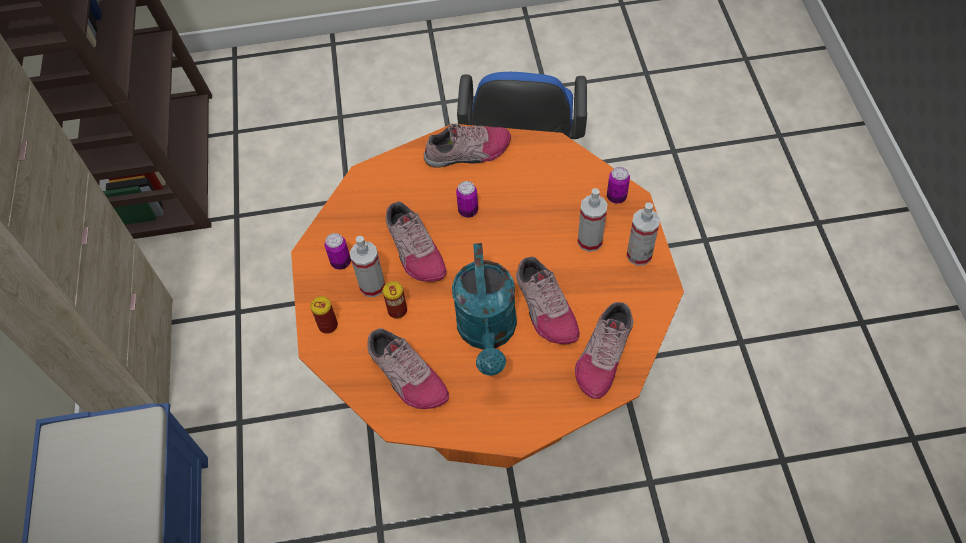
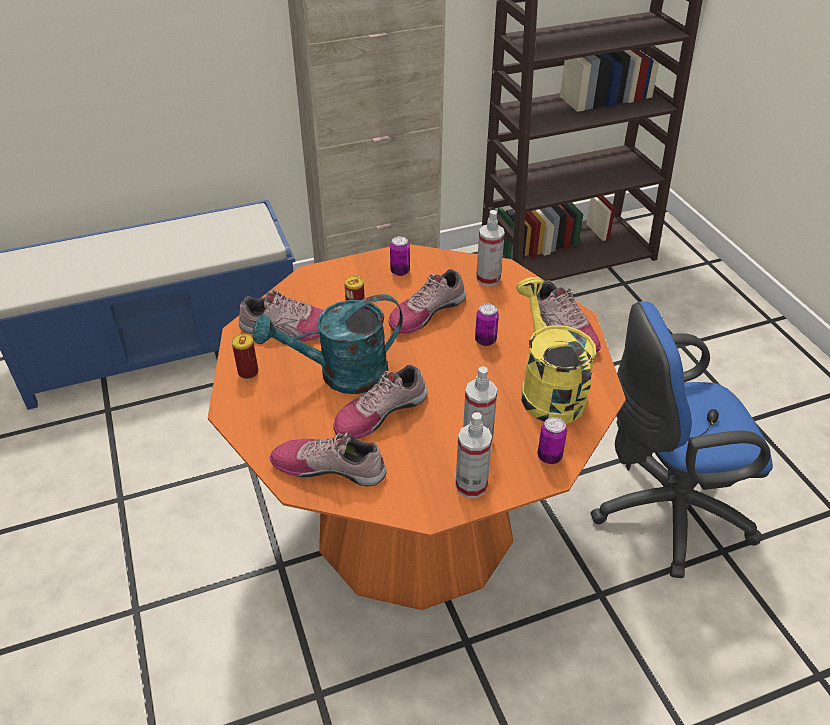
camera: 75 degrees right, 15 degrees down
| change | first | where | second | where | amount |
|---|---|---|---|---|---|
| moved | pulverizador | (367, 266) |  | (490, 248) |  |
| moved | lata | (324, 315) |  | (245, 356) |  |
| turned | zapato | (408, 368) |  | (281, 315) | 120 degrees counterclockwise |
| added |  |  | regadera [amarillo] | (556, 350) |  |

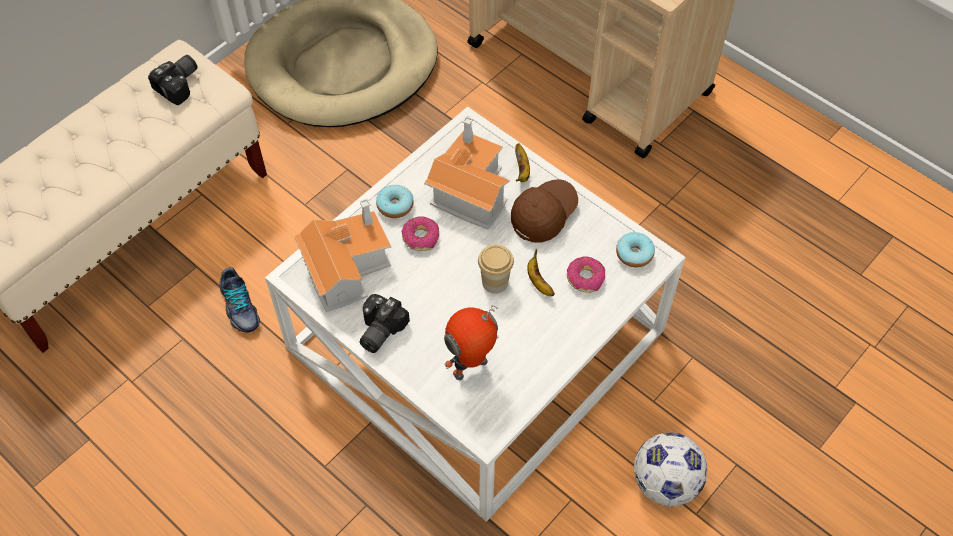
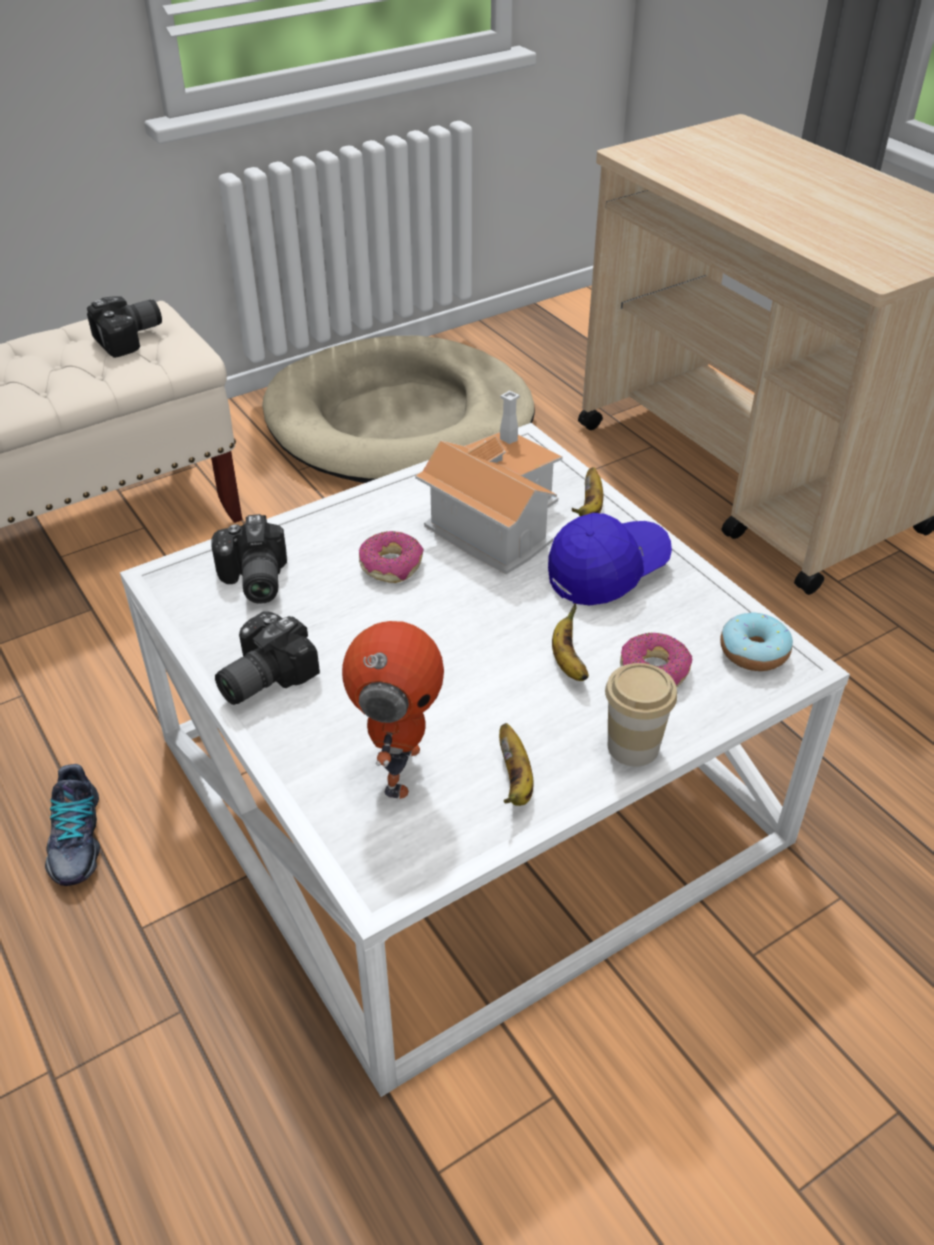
camera: 15 degrees right, 15 degrees down
| change | first | where | second | where | amount |
|---|---|---|---|---|---|
| recoloured | gorra [marrón] | (544, 211) | gorra [azul] | (610, 559) |  |
| removed | rosquilla | (394, 201) |  |  |  |
| replaced | casita | (342, 255) | cámara | (249, 559) |  |
| moved | taza | (496, 269) |  | (641, 715) |  |
| moved | zapato | (239, 300) |  | (72, 825) |  |
| turned | robot de juguete | (471, 342) |  | (393, 710) | 120 degrees clockwise |
| removed | balón de fútbol | (670, 469) |  |  |  |
| added |  |  | plátano | (516, 764) |  |

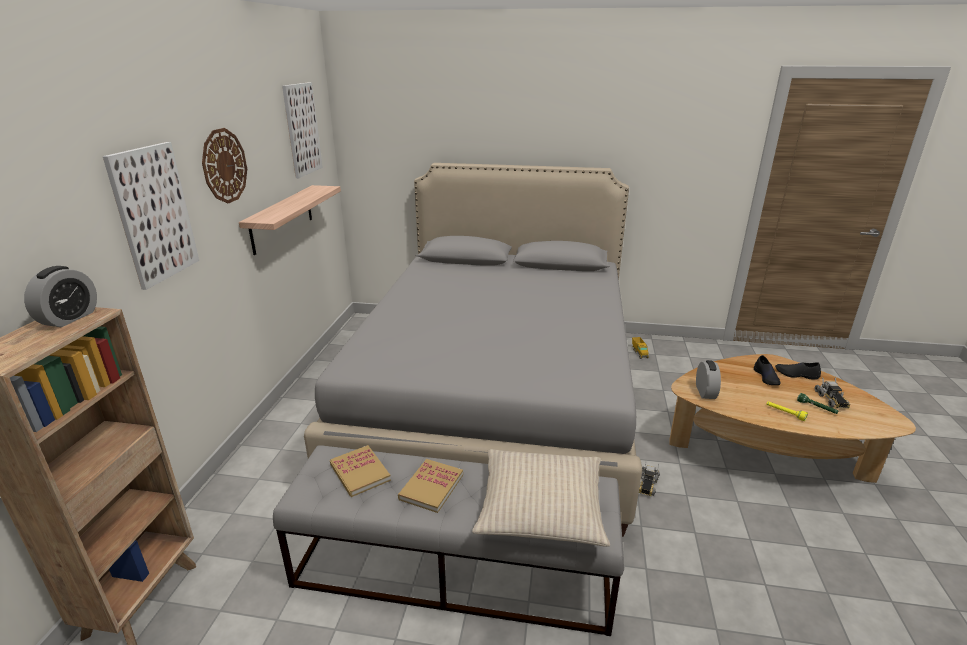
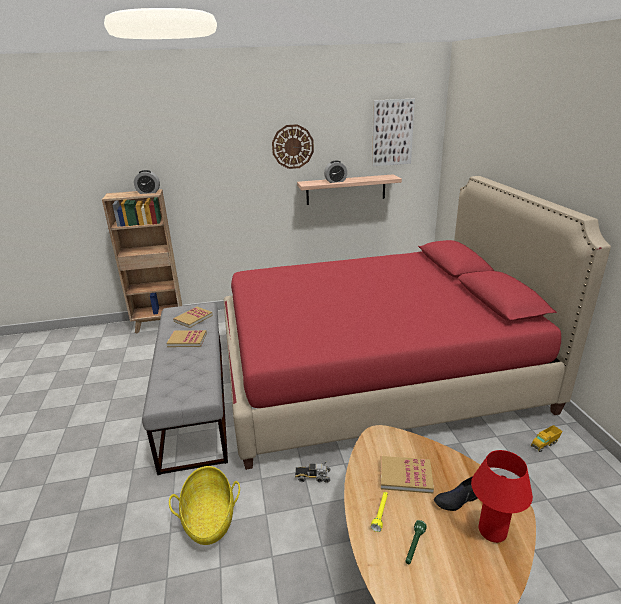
camera: 70 degrees right, 0 degrees up
| change | first | where | second | where | amount |
|---|---|---|---|---|---|
| removed | cuadro | (151, 216) |  |  |  |
| recoloured | cama [gris] | (473, 350) | cama [rojo] | (417, 323) |  |
| moved | despertador | (708, 379) |  | (335, 171) |  |
| replaced | zapato [negro] | (798, 371) | lámpara de mesa [rojo] | (502, 496) |  |
| removed | camión de juguete | (832, 393) |  |  |  |
| removed | cojín [beis] | (541, 498) |  |  |  |
| added |  |  | libro | (407, 474) |  |
| added |  |  | cesta | (204, 505) |  |

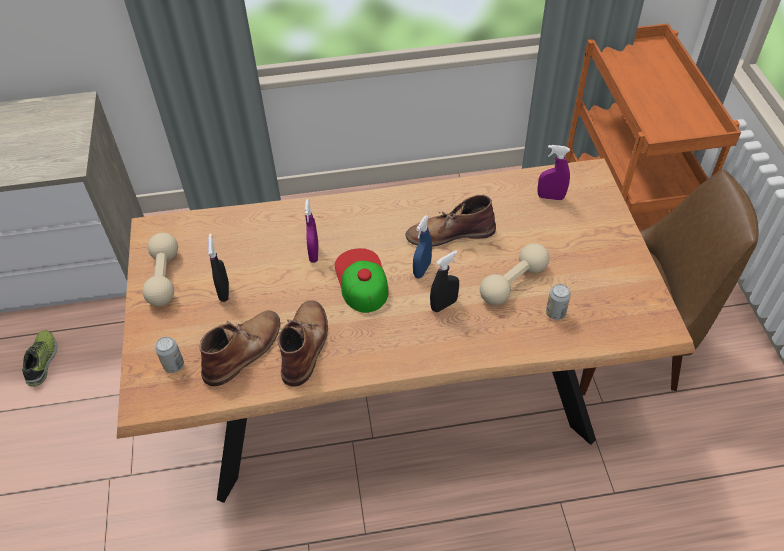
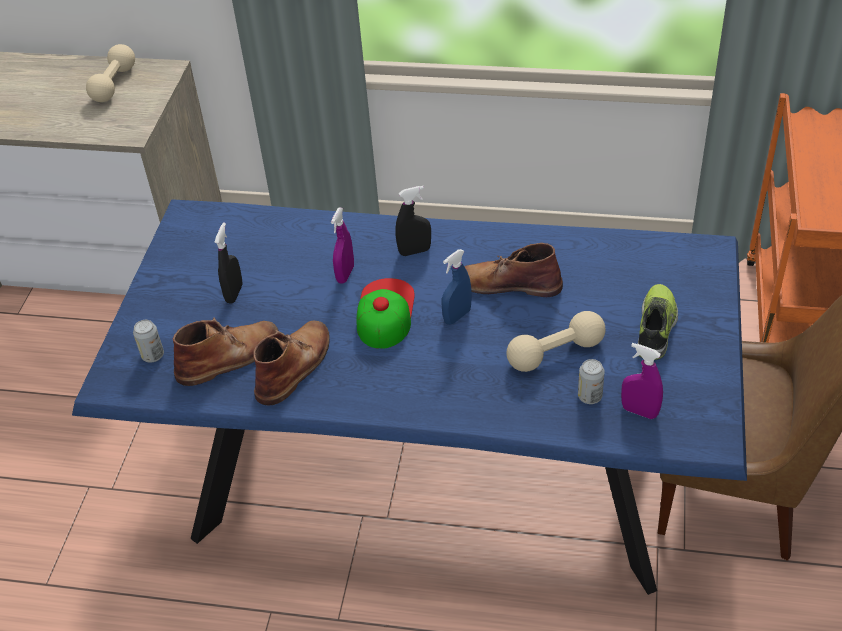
camera: 20 degrees right, 5 degrees down
| change | first | where | second | where | amount |
|---|---|---|---|---|---|
| moved | pulverizador [morado] | (554, 172) |  | (642, 381) |  |
| recoloured | mesa de comedor [marrón] | (406, 330) | mesa de comedor [azul] | (409, 397) |  |
| moved | mancuerna [beis] | (160, 269) |  | (110, 73) |  |
| moved | pulverizador [negro] | (444, 281) |  | (413, 221) |  |
| moved | zapato | (40, 358) |  | (658, 322) |  |

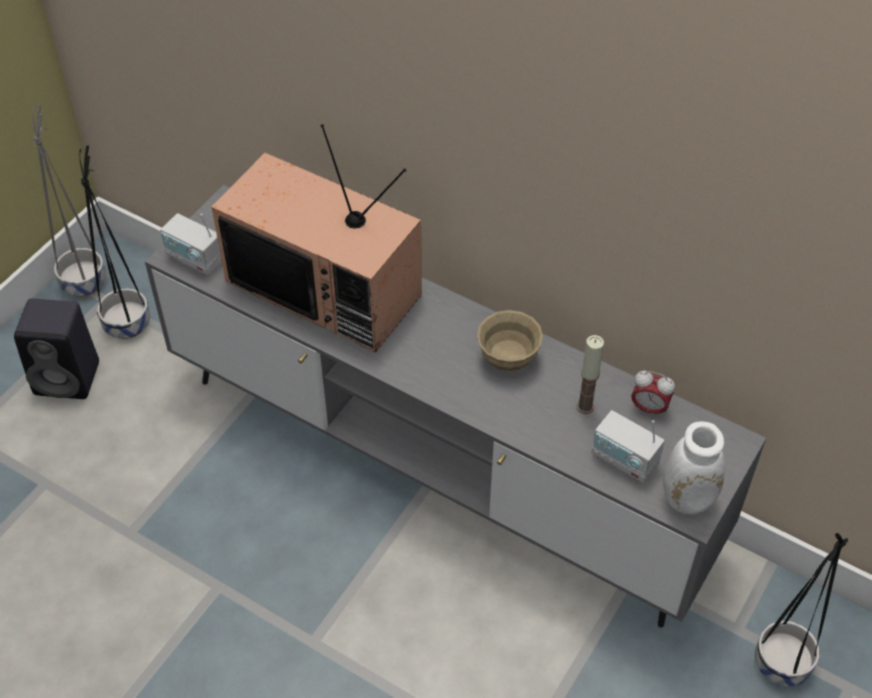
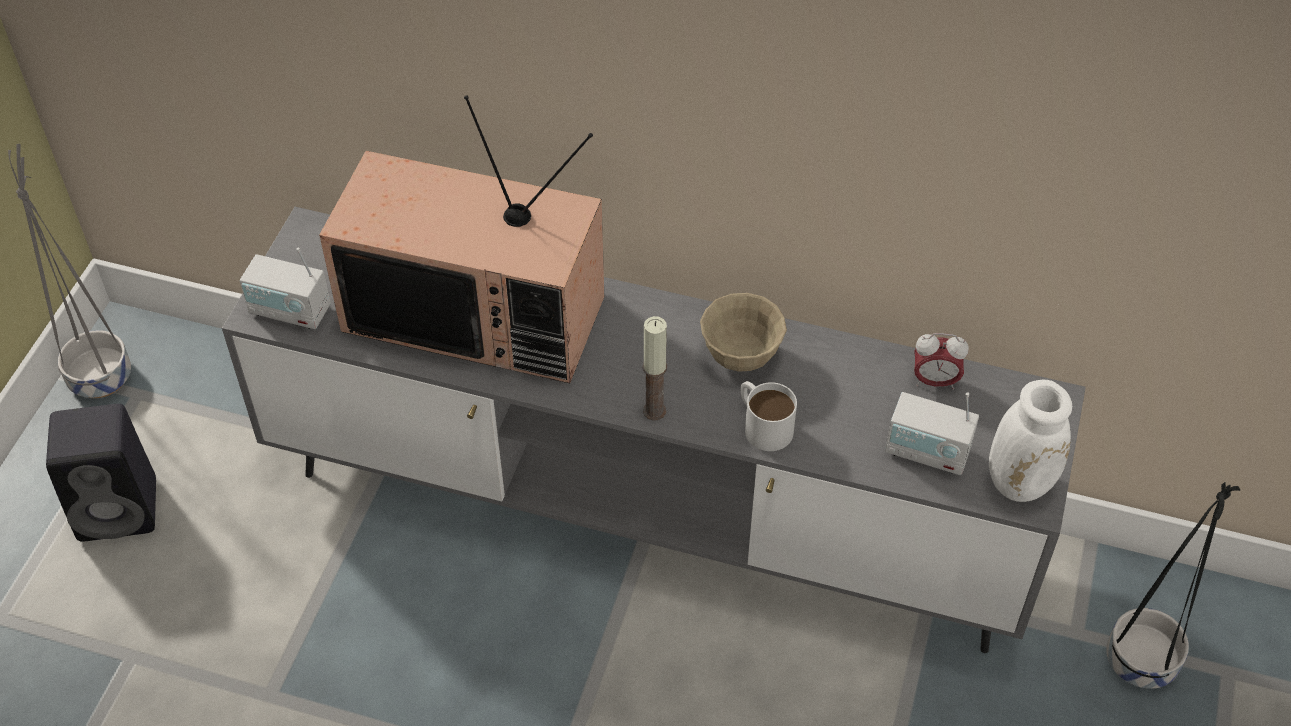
camera: 15 degrees left, 0 degrees up
| change | first | where | second | where | amount |
|---|---|---|---|---|---|
| removed | maceta [negro] | (114, 242) |  |  |  |
| moved | vela | (590, 374) |  | (654, 368) |  |
| added |  |  | taza grande [blanco] | (768, 416) |  |

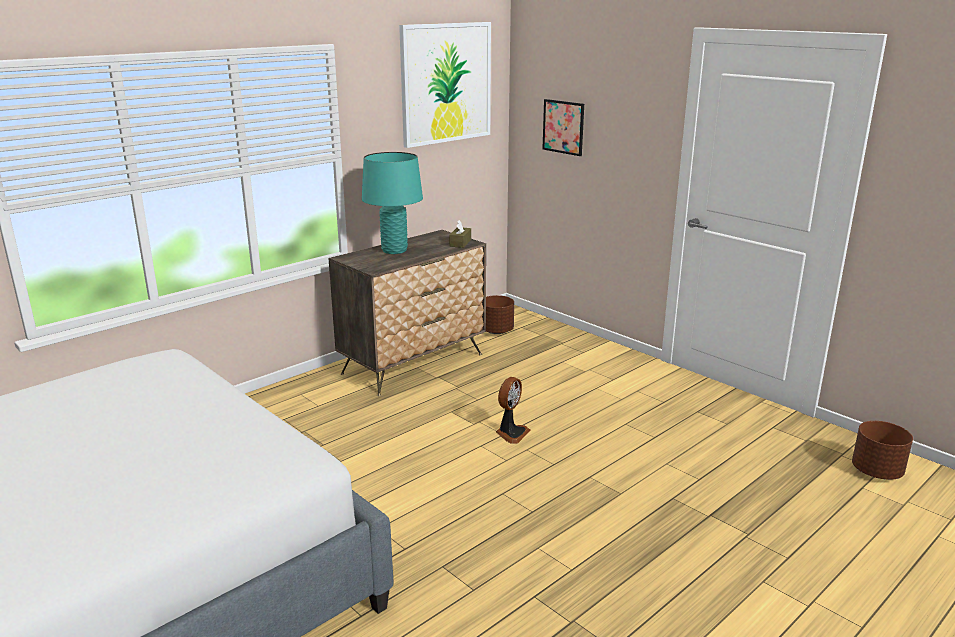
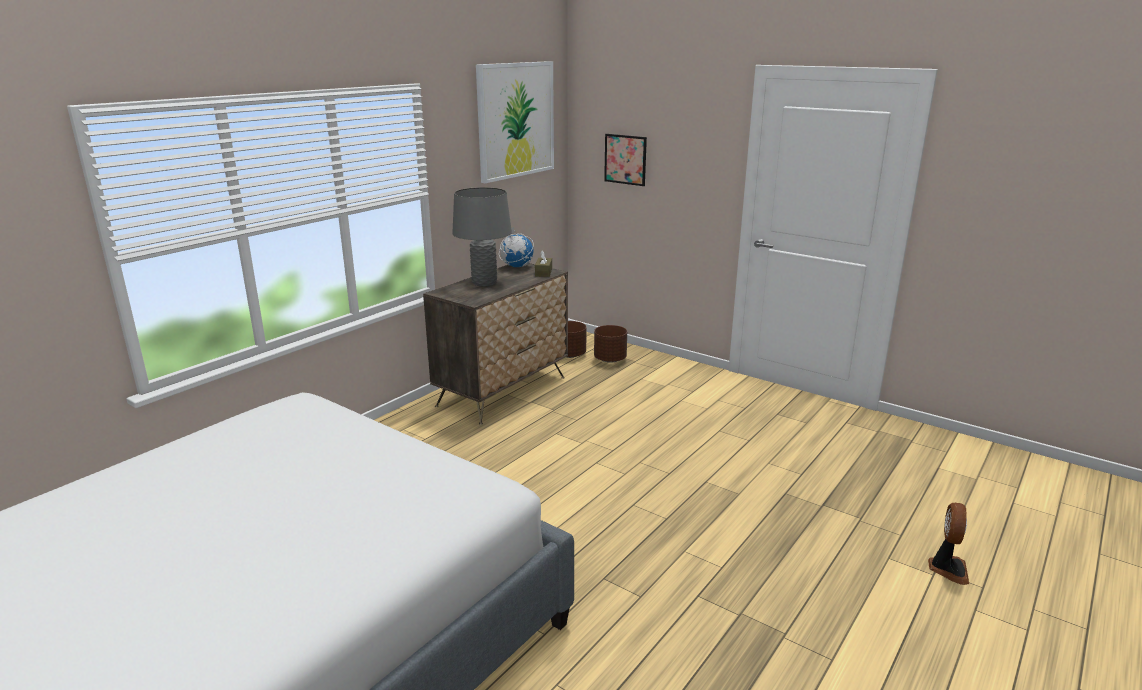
camera: 10 degrees left, 0 degrees up
| change | first | where | second | where | amount |
|---|---|---|---|---|---|
| recoloured | lámpara de mesa [turquesa] | (392, 203) | lámpara de mesa [gris] | (482, 237) |  |
| moved | ventilador | (513, 410) |  | (948, 544) |  |
| moved | maceta [marrón] | (882, 450) |  | (610, 344) |  |
| added |  |  | globo terráqueo | (516, 247) |  |

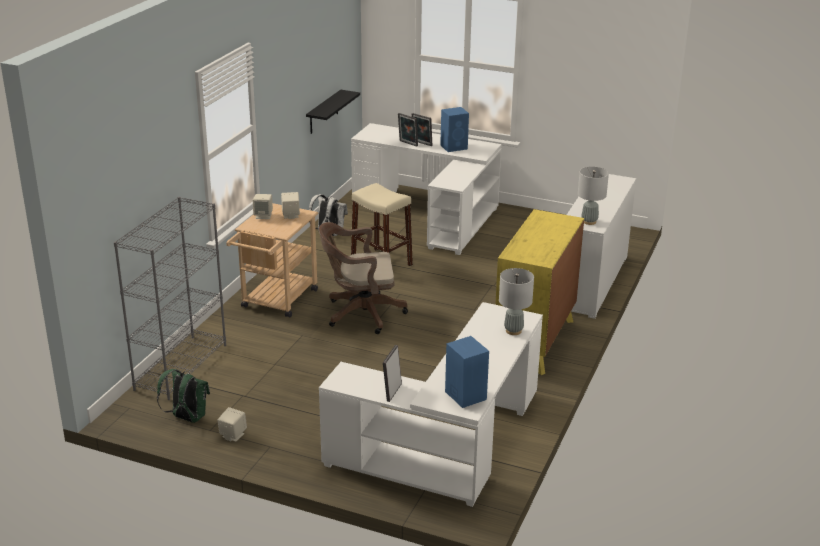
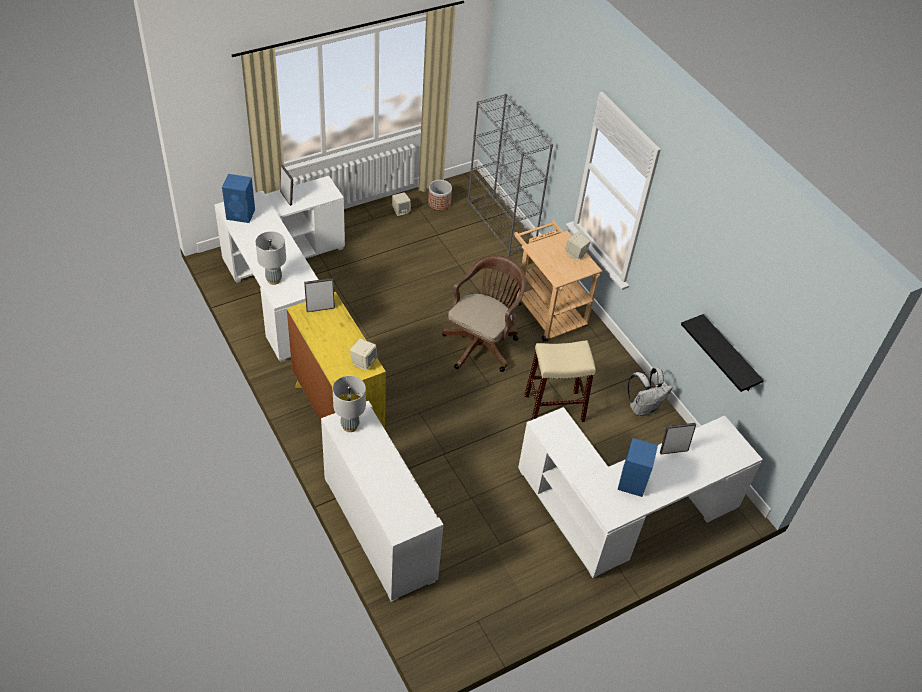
camera: 125 degrees right, 20 degrees up
| change | first | where | second | where | amount |
|---|---|---|---|---|---|
| moved | portarretratos | (422, 129) |  | (319, 295) |  |
| moved | altavoz [beis] | (290, 205) |  | (363, 355) |  |
| replaced | mochila [verde] | (183, 396) | maceta | (440, 195) |  |

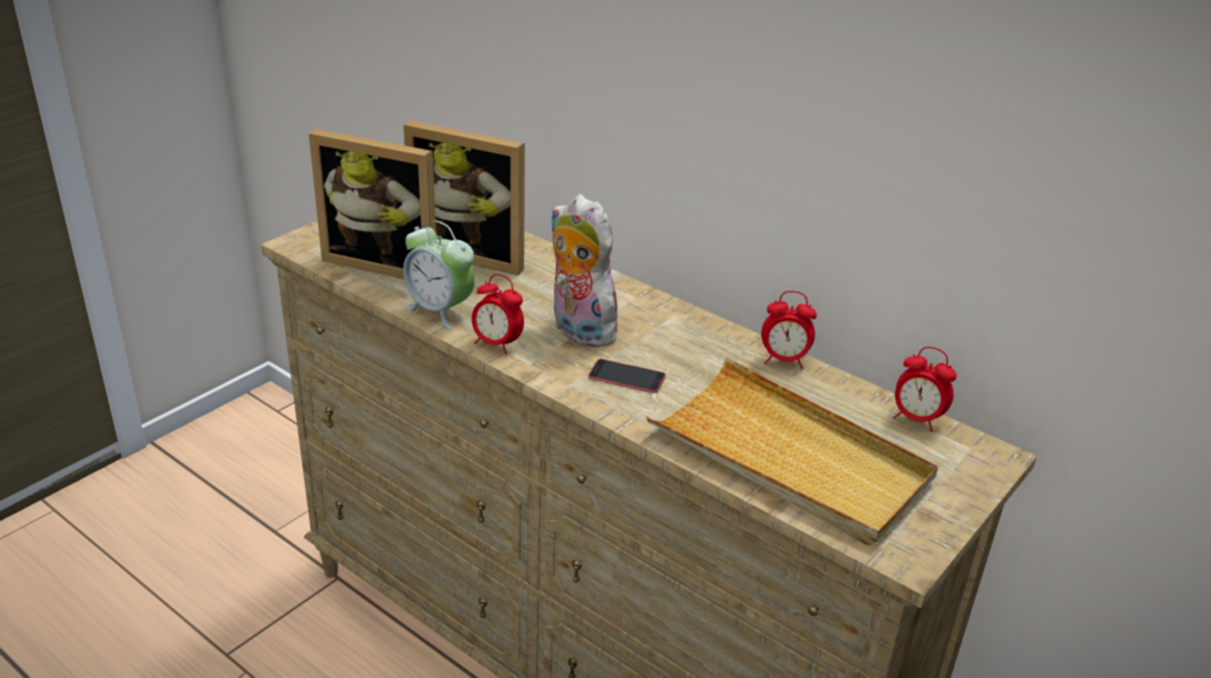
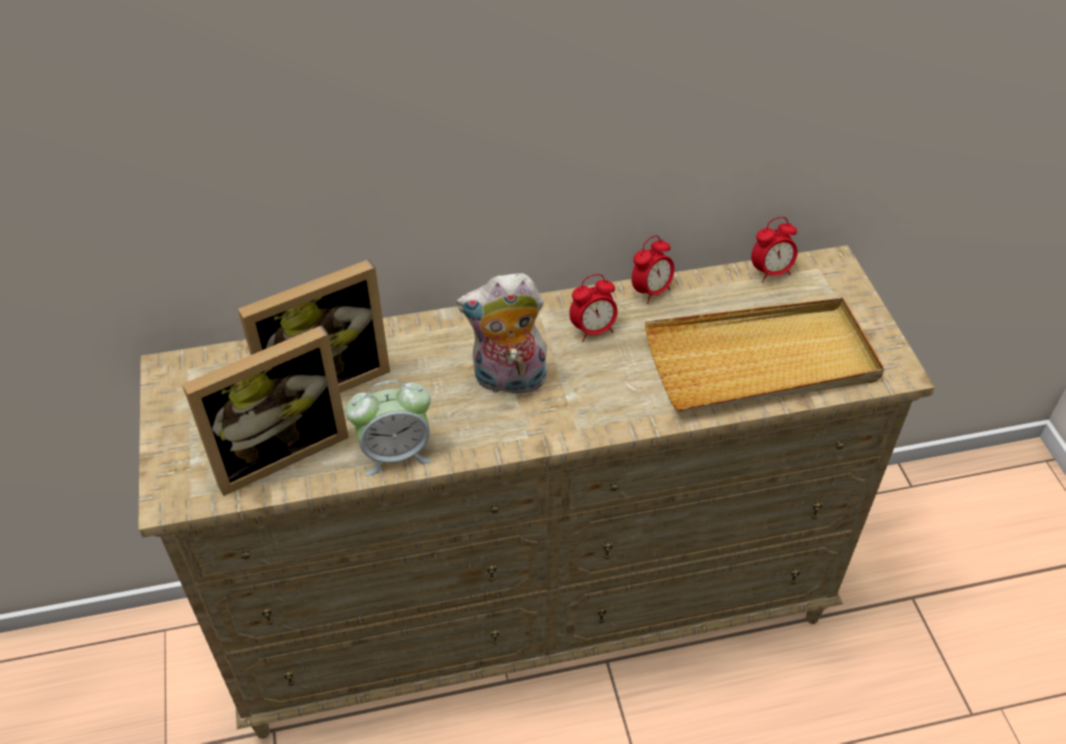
camera: 50 degrees left, 15 degrees up
| change | first | where | second | where | amount |
|---|---|---|---|---|---|
| moved | despertador | (498, 314) |  | (593, 308) |  |
| removed | móvil | (627, 376) |  |  |  |

